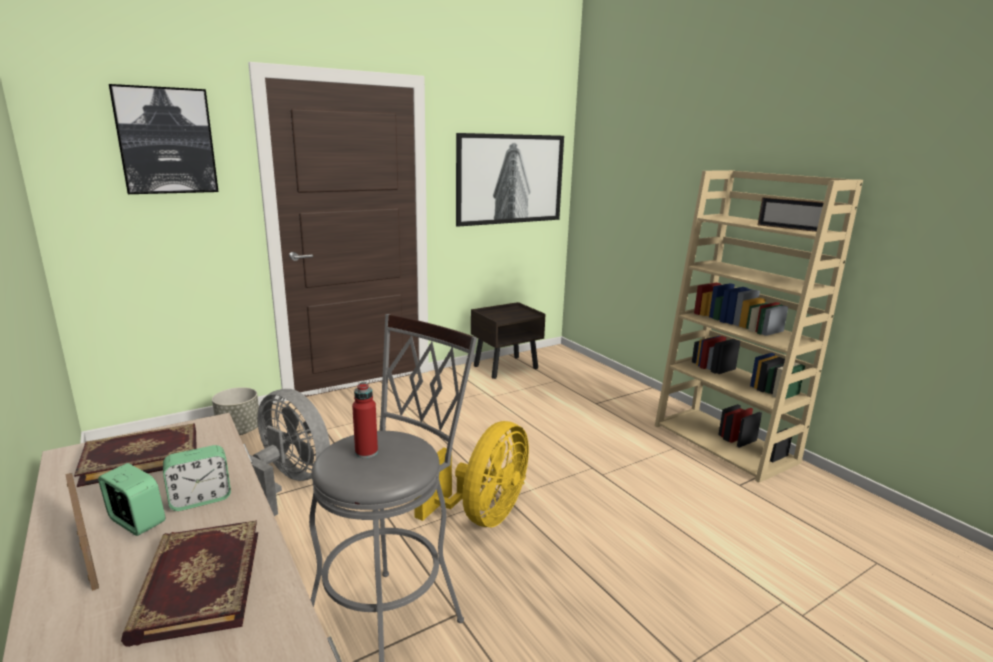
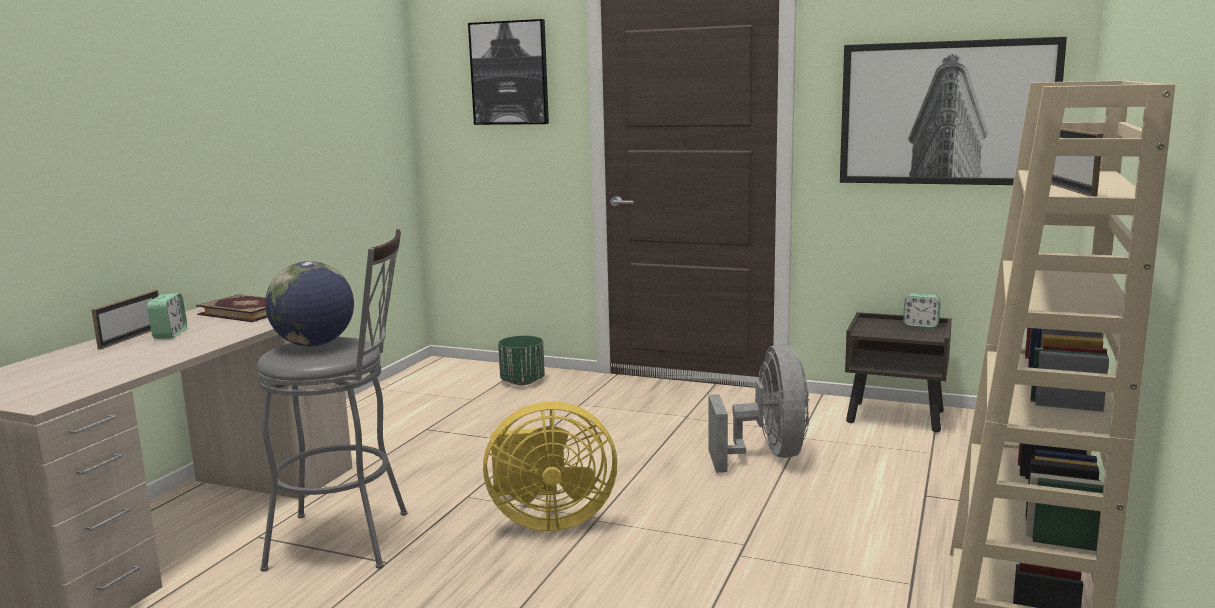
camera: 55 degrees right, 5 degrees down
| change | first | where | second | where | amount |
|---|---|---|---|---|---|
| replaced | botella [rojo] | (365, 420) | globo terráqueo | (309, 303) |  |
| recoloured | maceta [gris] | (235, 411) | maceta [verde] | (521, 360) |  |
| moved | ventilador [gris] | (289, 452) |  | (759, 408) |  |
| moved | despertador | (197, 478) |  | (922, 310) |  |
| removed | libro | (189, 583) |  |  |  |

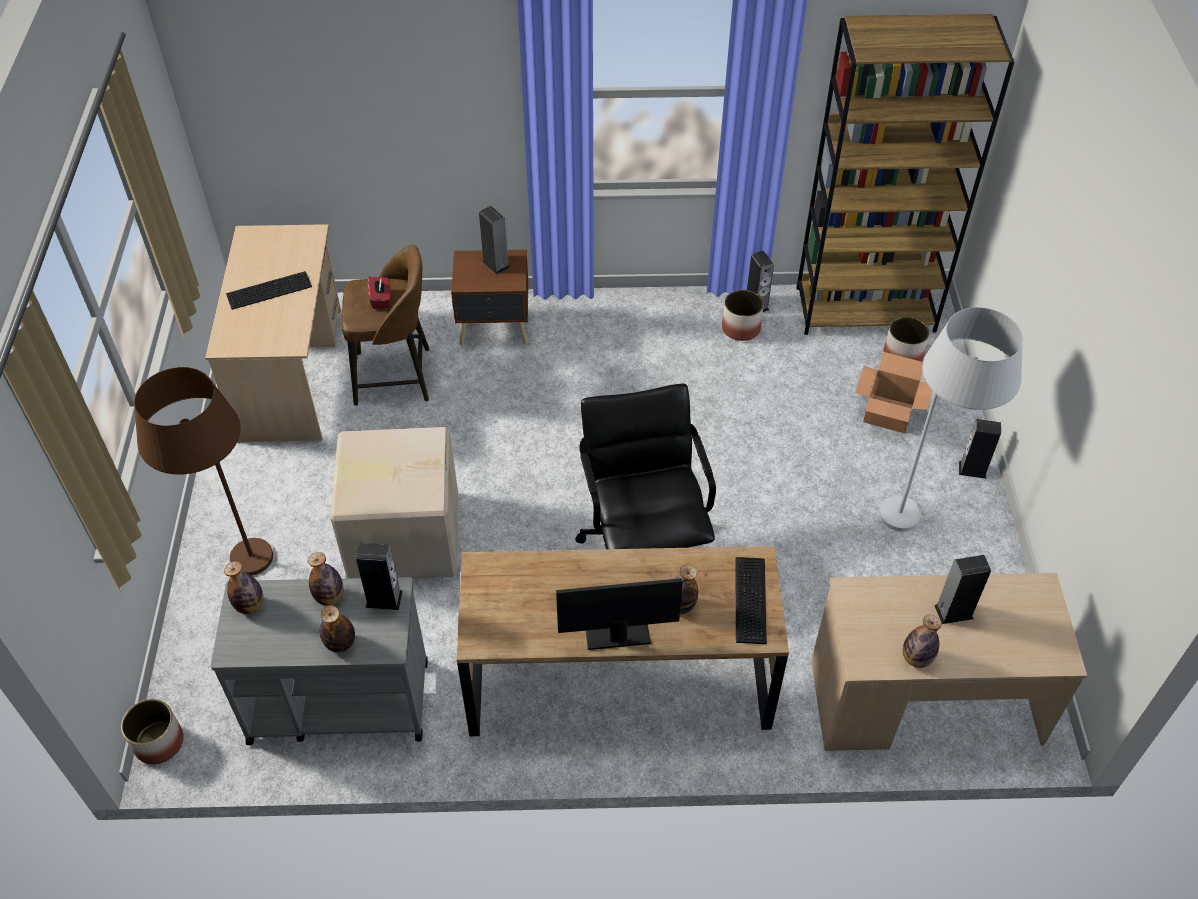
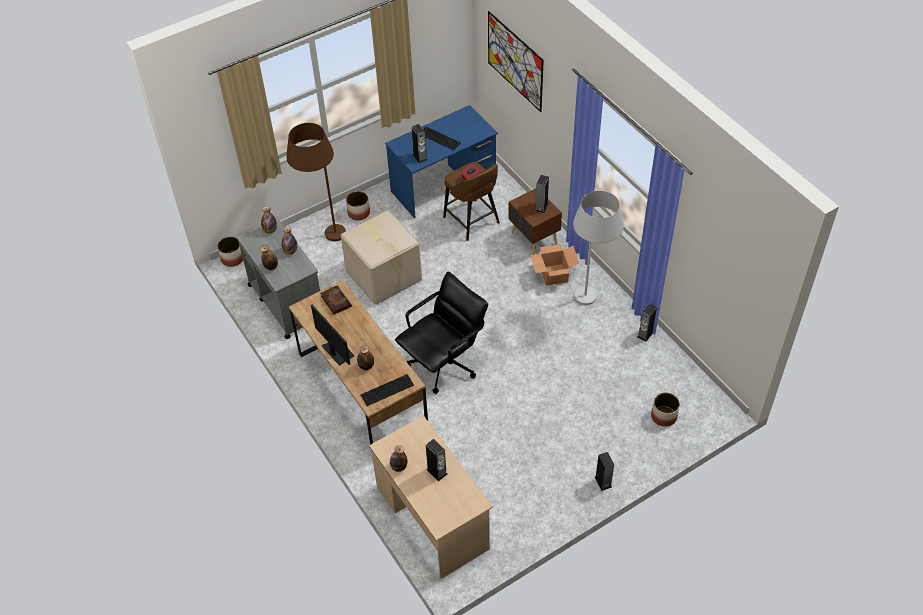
camera: 60 degrees right, 0 degrees up
| change | first | where | second | where | amount |
|---|---|---|---|---|---|
| removed | estantería [marrón] | (905, 174) |  |  |  |
| recoloured | escritorio [beis] | (273, 333) | escritorio [azul] | (441, 161) |  |
| moved | maceta | (743, 315) |  | (358, 205) |  |
| moved | lámpara de pie [blanco] | (951, 419) |  | (598, 247) |  |
| moved | caja de cartón | (894, 392) |  | (554, 265) |  |
| moved | altavoz | (379, 576) |  | (420, 143) |  |
| added |  |  | cuadro | (516, 61) |  |
| added |  |  | libro | (336, 300) |  |

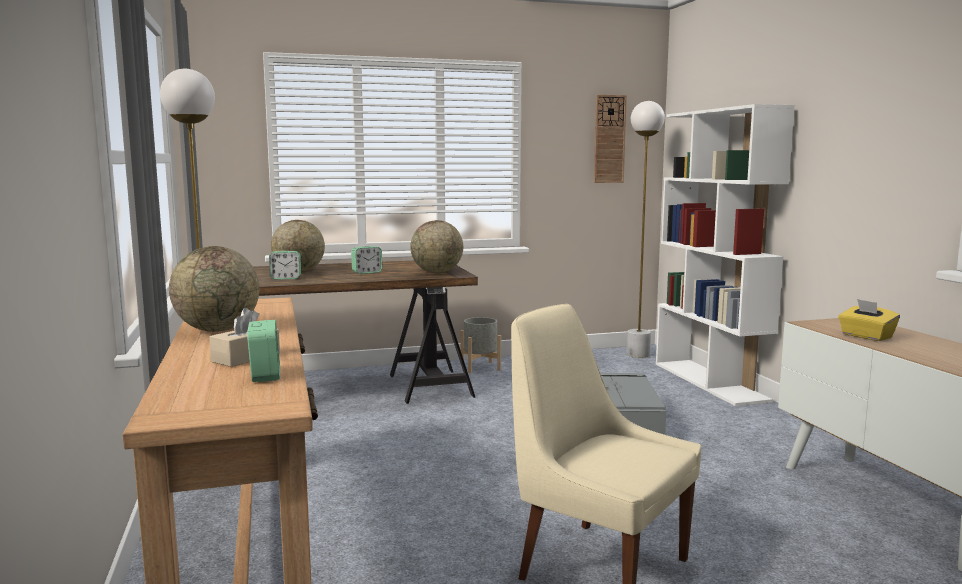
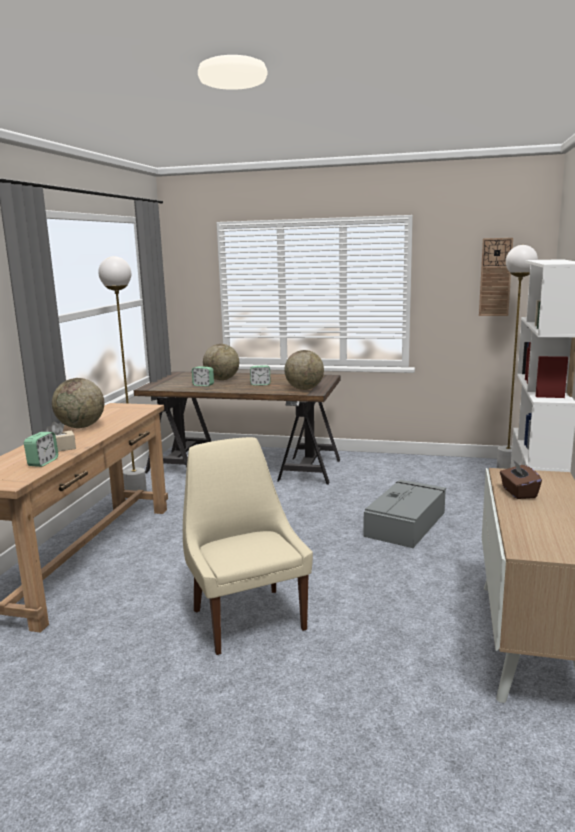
camera: 30 degrees right, 5 degrees up
| change | first | where | second | where | amount |
|---|---|---|---|---|---|
| recoloured | caja de pañuelos [amarillo] | (869, 320) | caja de pañuelos [marrón] | (521, 480) |  |
| removed | maceta [gris] | (480, 345) |  |  |  |

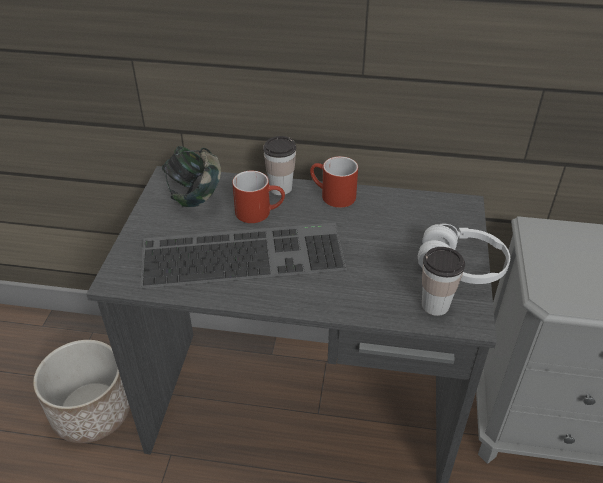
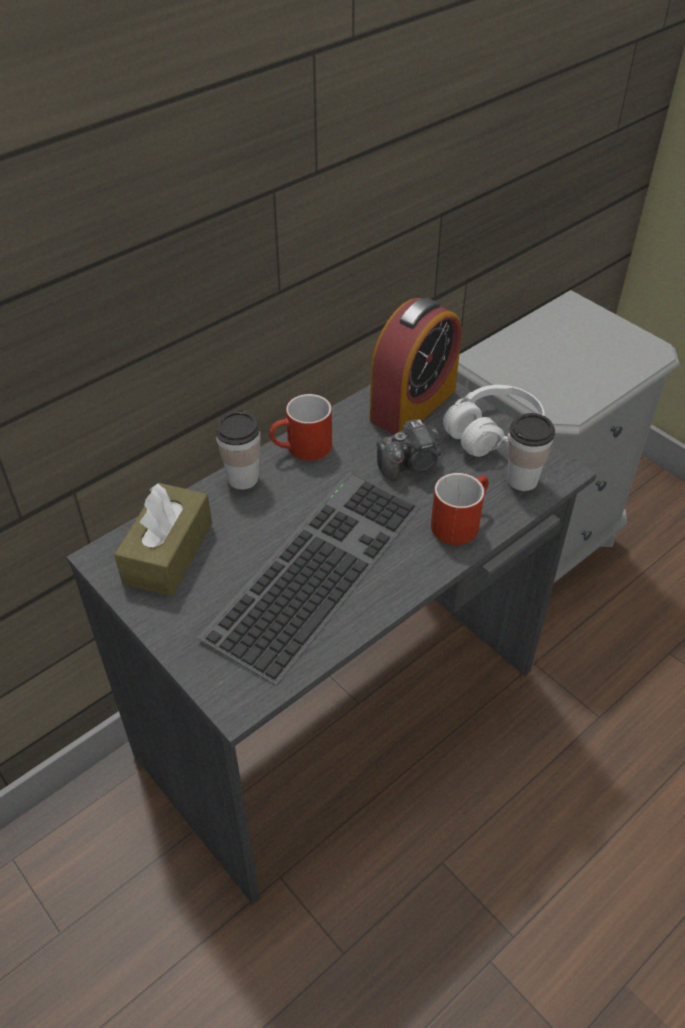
camera: 50 degrees left, 5 degrees up
| change | first | where | second | where | amount |
|---|---|---|---|---|---|
| replaced | auriculares | (191, 176) | caja de pañuelos [marrón] | (163, 539) |  |
| moved | taza grande [rojo] | (258, 197) |  | (460, 509) |  |
| removed | maceta | (81, 391) |  |  |  |
| added |  |  | despertador | (416, 366) |  |
| added |  |  | cámara | (409, 450) |  |

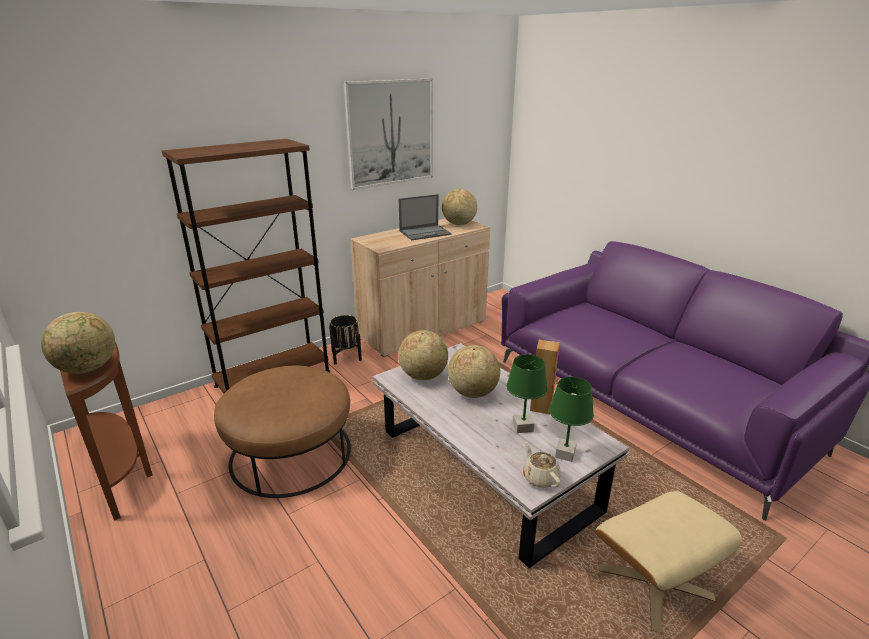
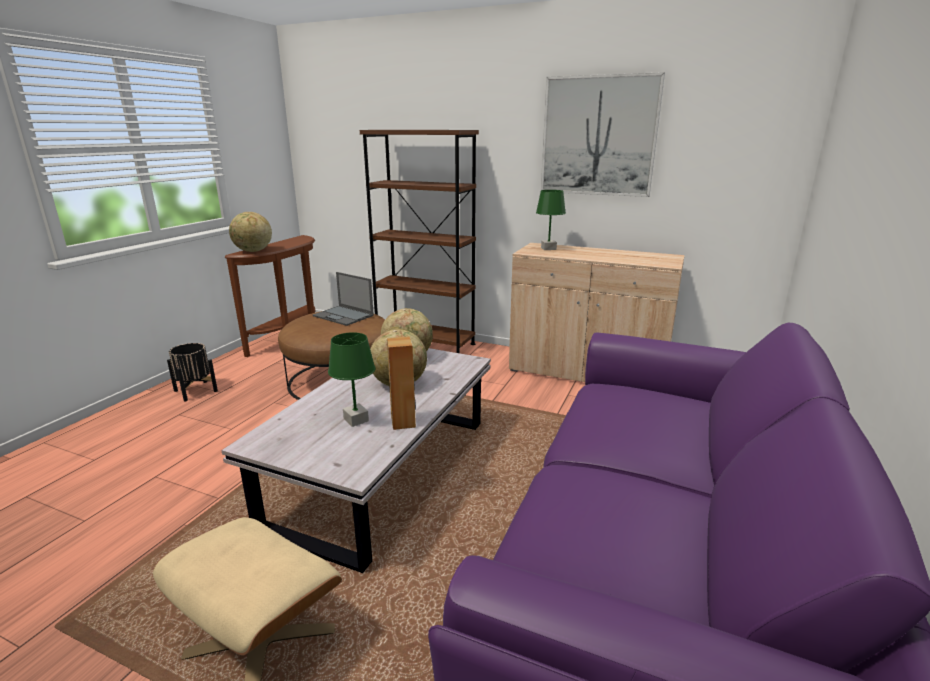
camera: 60 degrees right, 5 degrees down
| change | first | where | second | where | amount |
|---|---|---|---|---|---|
| removed | globo terráqueo | (459, 207) |  |  |  |
| moved | portátil | (425, 217) |  | (343, 299) |  |
| moved | maceta [negro] | (345, 339) |  | (192, 372) |  |
| moved | lámpara de mesa [verde] | (571, 419) |  | (551, 220) |  |
| removed | tetera [beis] | (542, 465) |  |  |  |

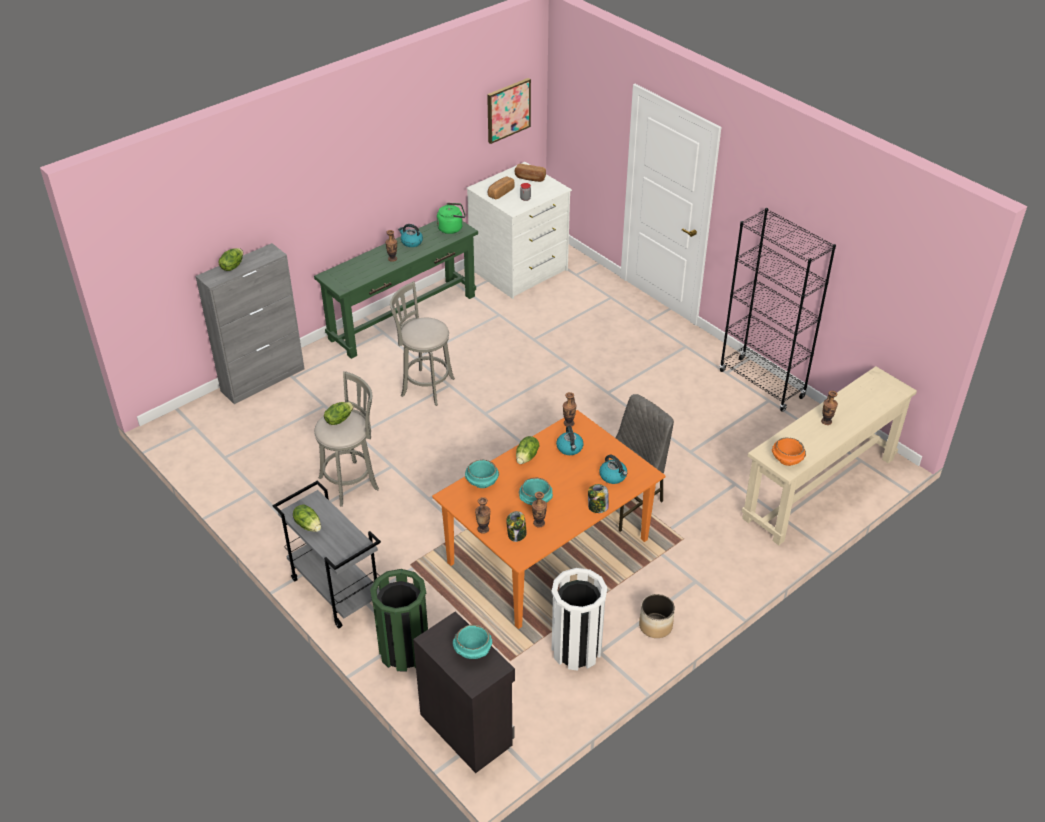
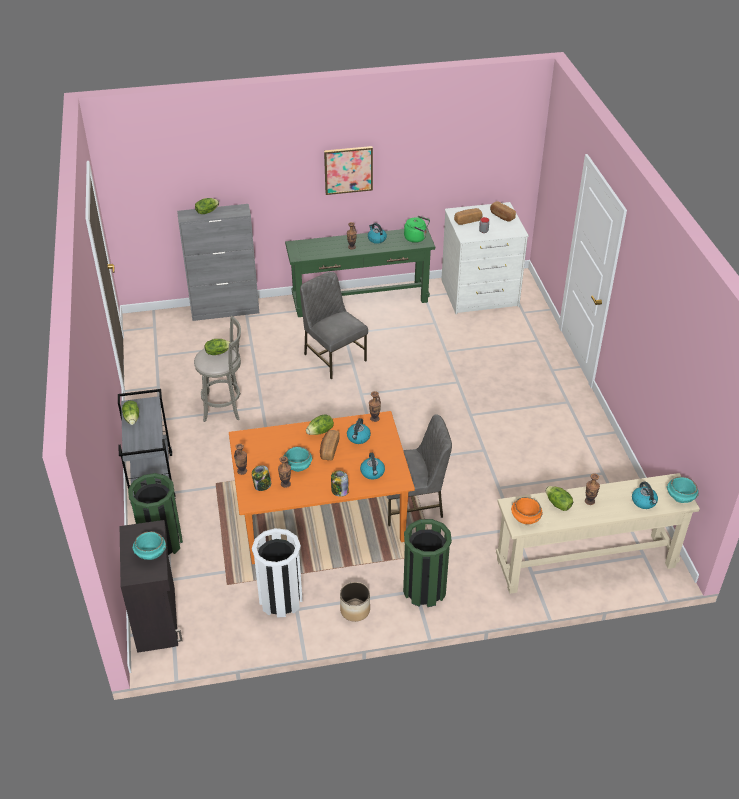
camera: 30 degrees right, 0 degrees up
| change | first | where | second | where | amount |
|---|---|---|---|---|---|
| moved | cuadro | (509, 111) |  | (348, 170) |  |
| removed | estantería [negro] | (777, 310) |  |  |  |
| replaced | taburete [gris] | (422, 343) | silla [gris] | (334, 325) |  |
| moved | cuenco [turquesa] | (482, 474) |  | (683, 490) |  |
| added |  |  | pan | (330, 445) |  |
| added |  |  | hervidor | (645, 495) |  |
| added |  |  | lechuga | (559, 498) |  |
| added |  |  | papelera [verde] | (427, 563) |  |

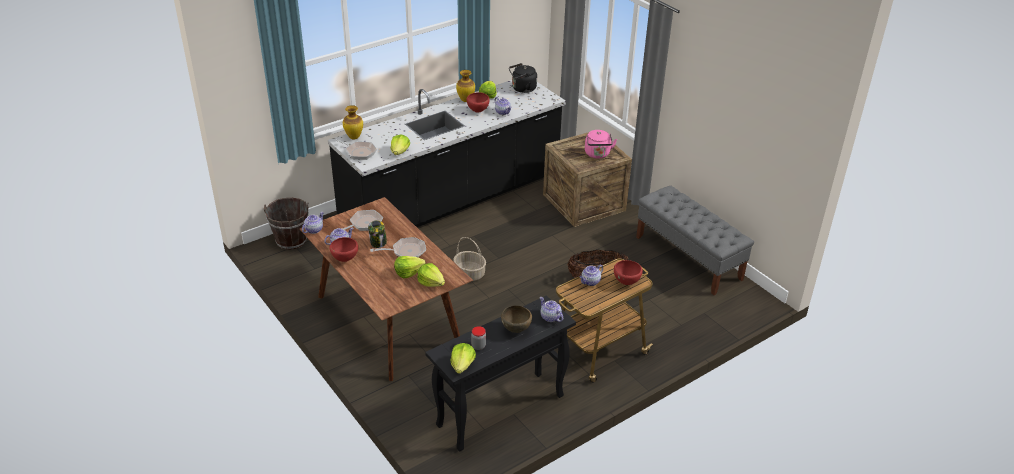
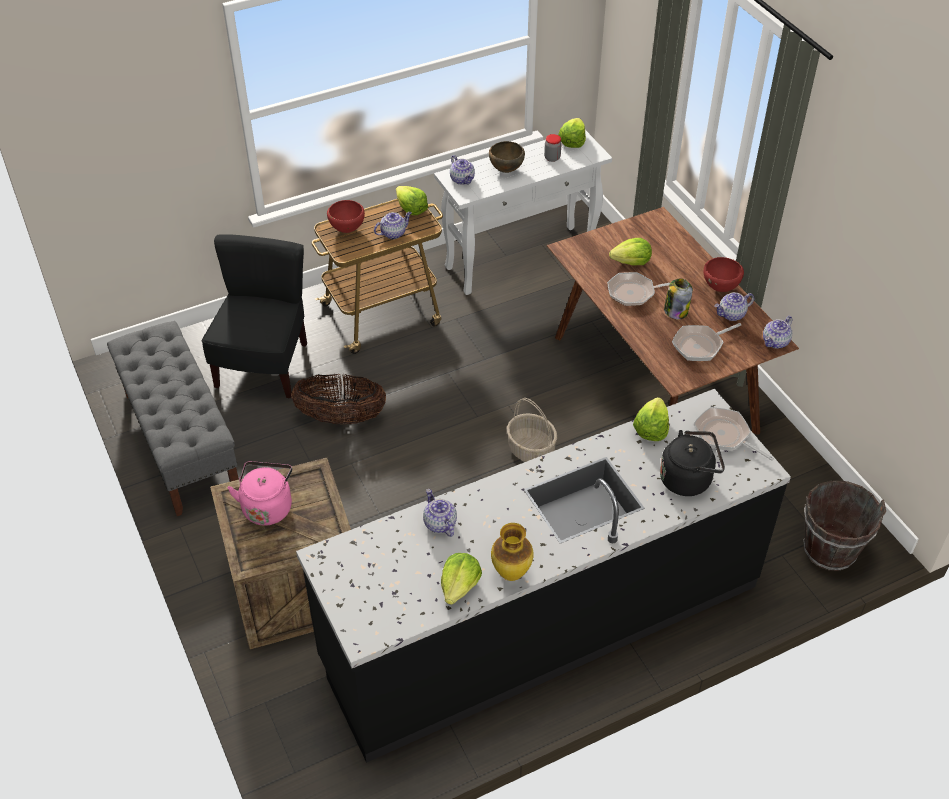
camera: 170 degrees left, 10 degrees up
| change | first | where | second | where | amount |
|---|---|---|---|---|---|
| moved | hervidor [negro] | (523, 78) |  | (692, 463) |  |
| removed | cuenco [rojo] | (478, 102) |  |  |  |
| removed | florero | (353, 122) |  |  |  |
| moved | lechuga | (431, 275) |  | (412, 200) |  |
| recoloured | mesa consola [negro] | (500, 374) | mesa consola [blanco] | (523, 212) |  |
| added |  |  | silla [negro] | (254, 316) |  |

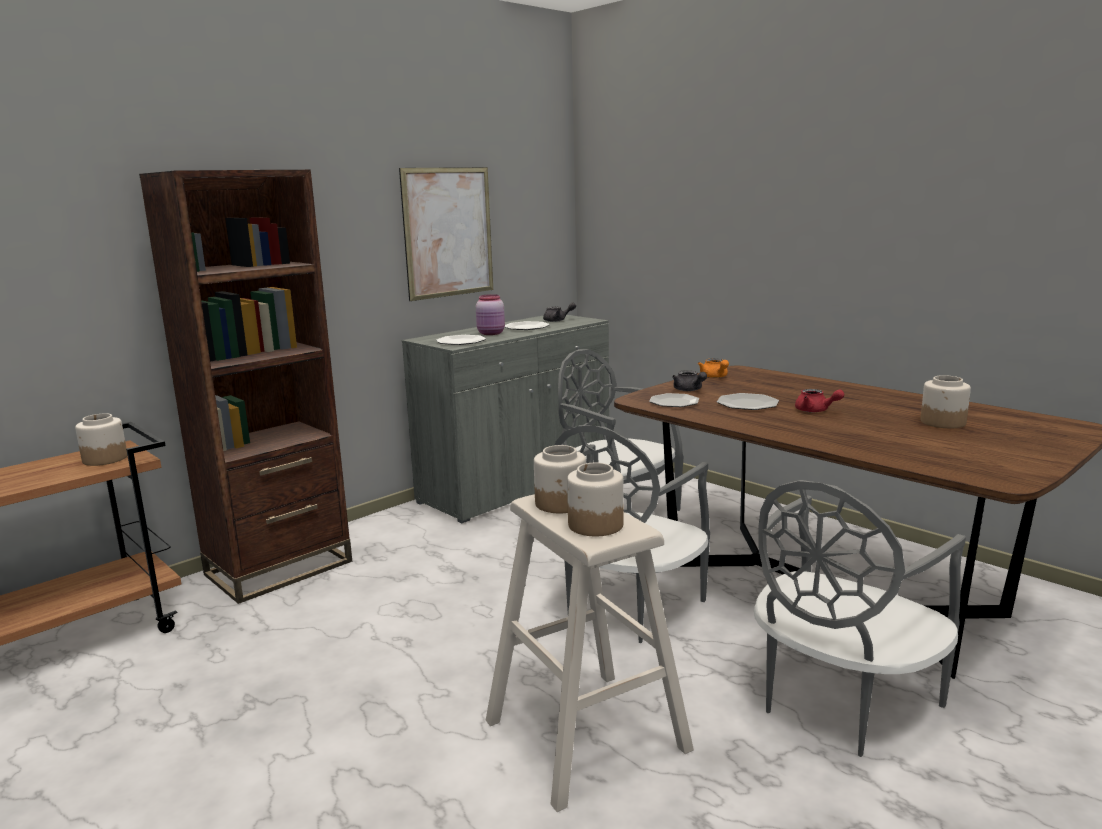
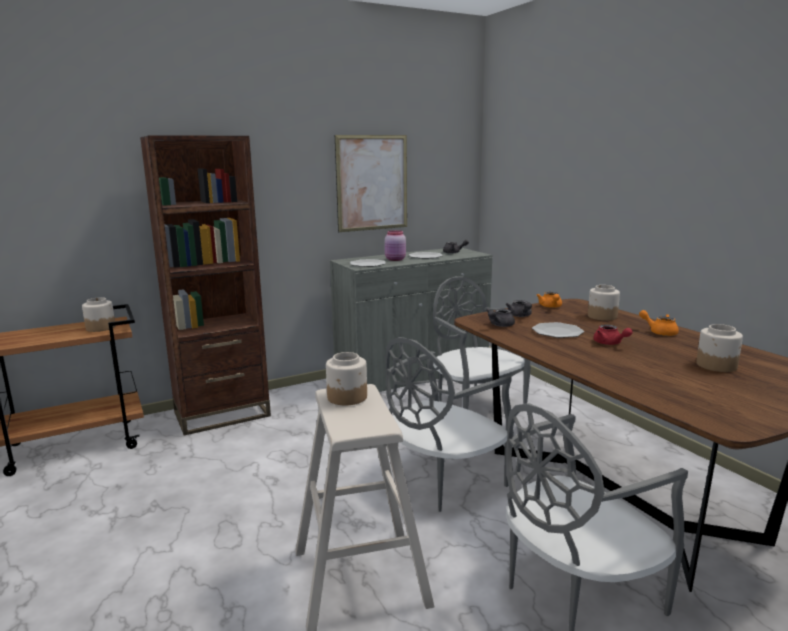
camera: 15 degrees right, 0 degrees up
| change | first | where | second | where | amount |
|---|---|---|---|---|---|
| replaced | plato | (674, 400) | tetera [gris] | (500, 317) |  |
| moved | tarro | (595, 499) |  | (604, 303) |  |
| added |  |  | tetera [naranja] | (659, 323) |  |

